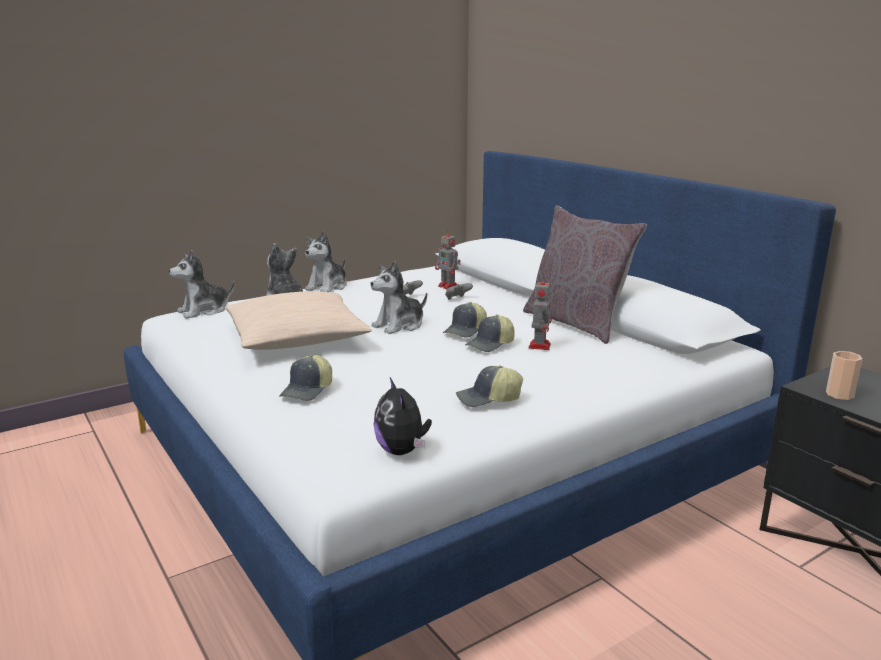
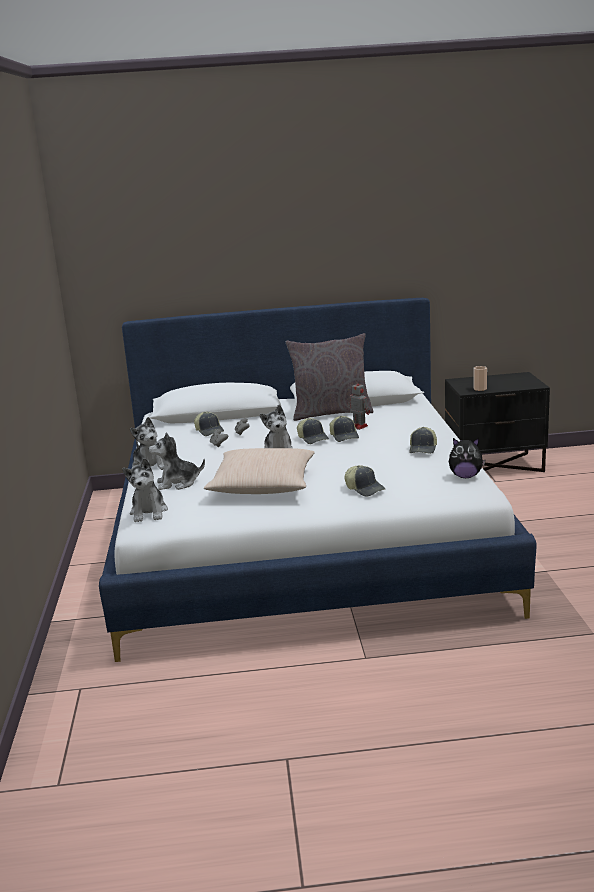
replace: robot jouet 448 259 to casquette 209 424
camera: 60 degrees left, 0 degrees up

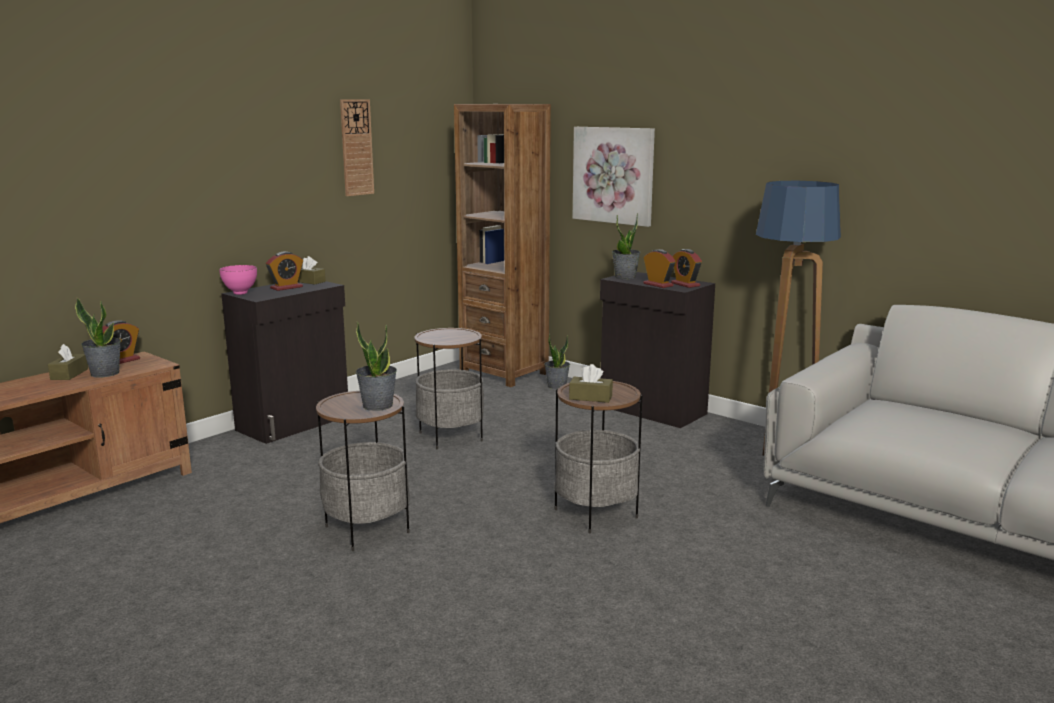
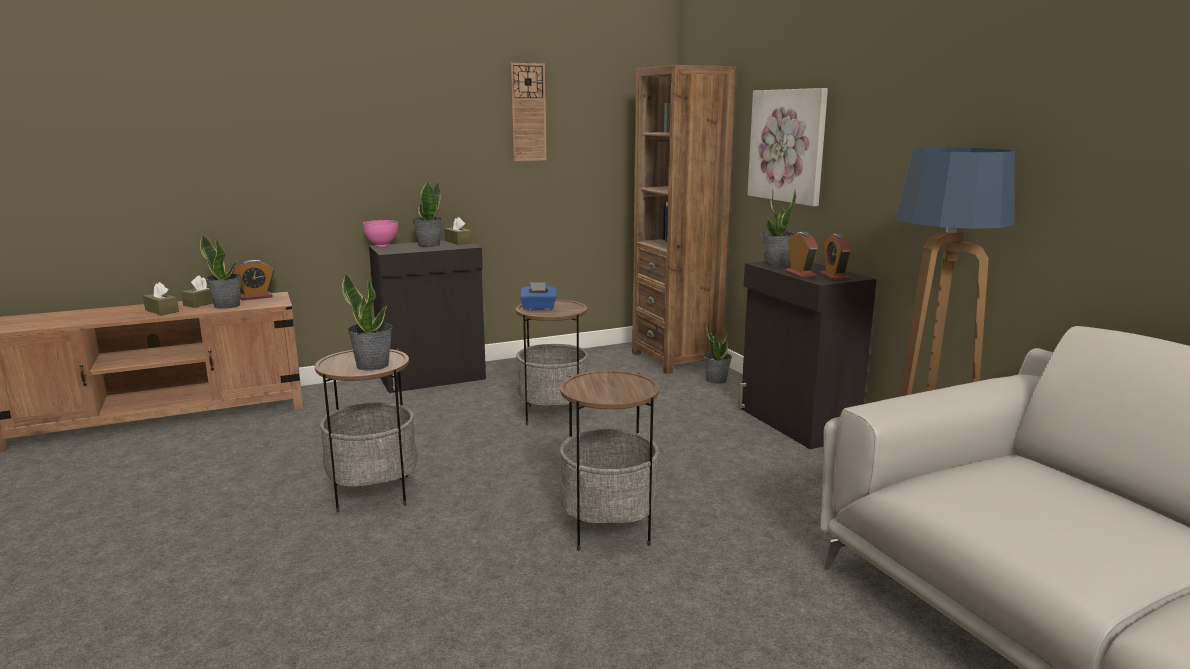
insert: boîte à mouchoirs [bleu] 538 296
move: boîte à mouchoirs [marron] 591 383 to 161 298
replace: réveil 284 271 to plante en pot 427 214
camera: 25 degrees right, 0 degrees up

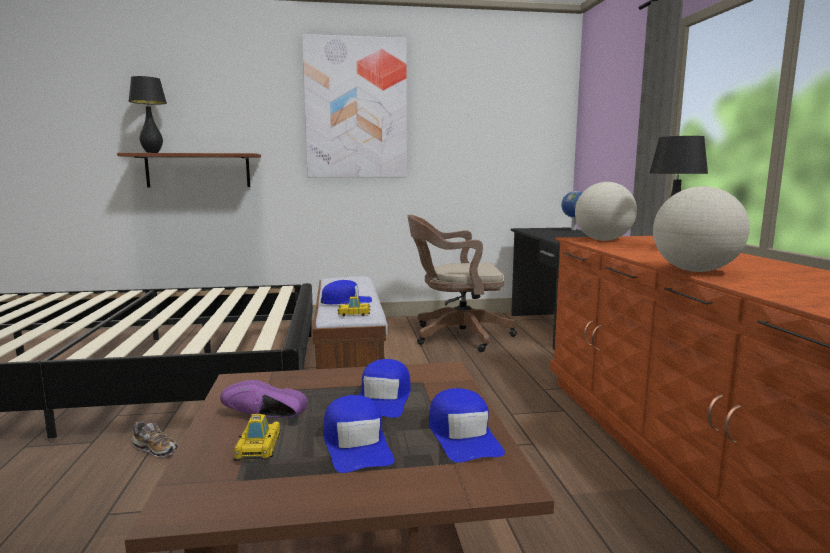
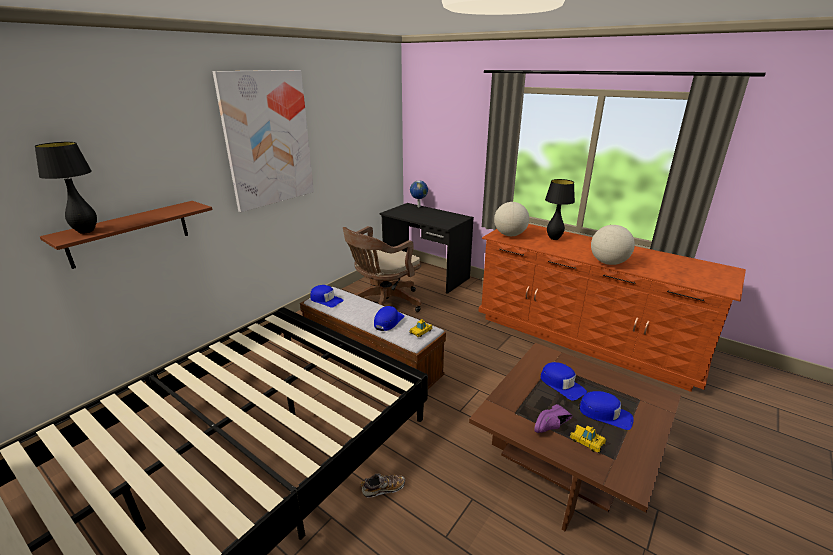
move: casquette [bleu] 467 425 to 327 296
camera: 45 degrees left, 15 degrees up

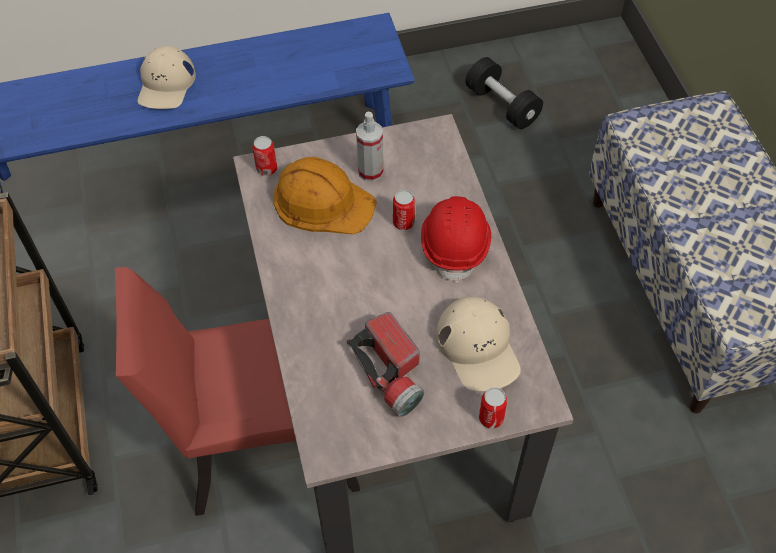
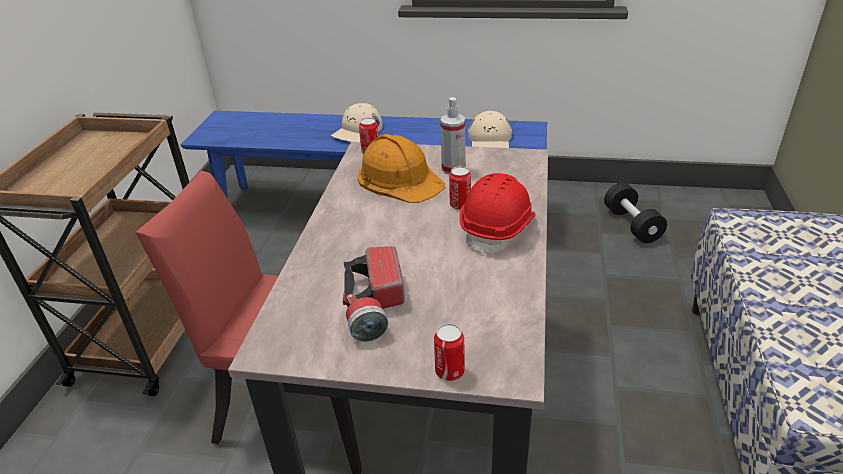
move: casquette [beige] 478 344 to 490 129
camera: 25 degrees right, 20 degrees down

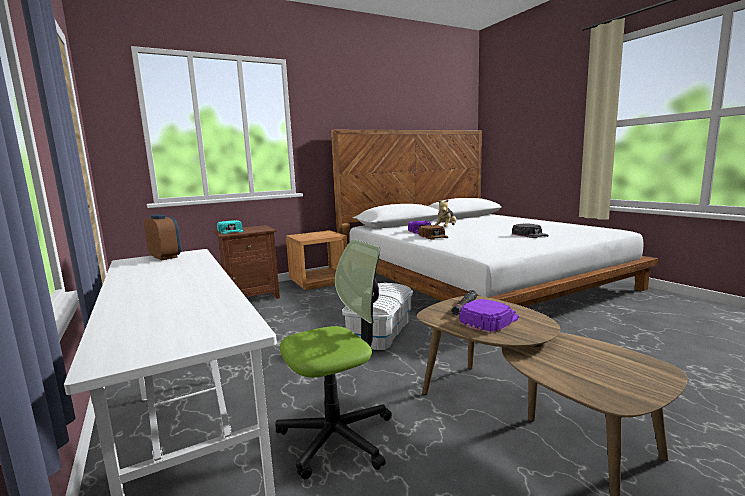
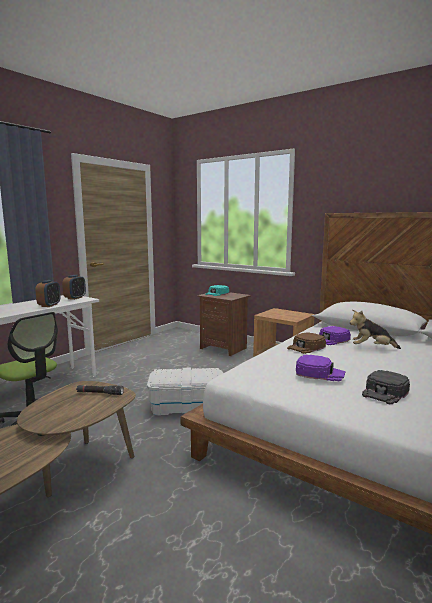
insert: réveil 48 293
move: casquette [violet] 489 316 to 320 368
camera: 65 degrees right, 0 degrees up

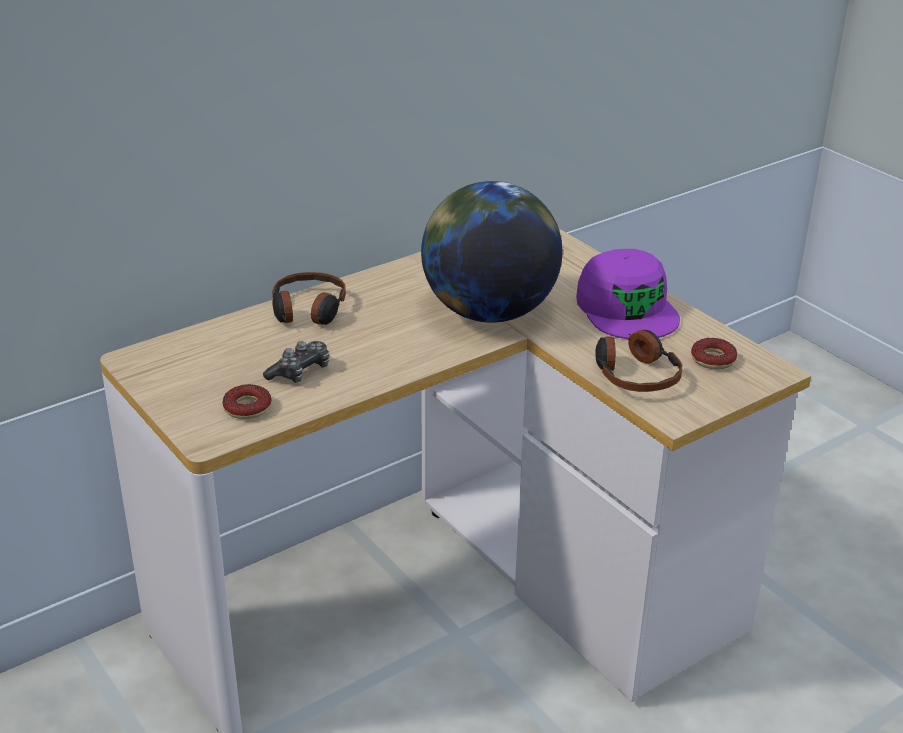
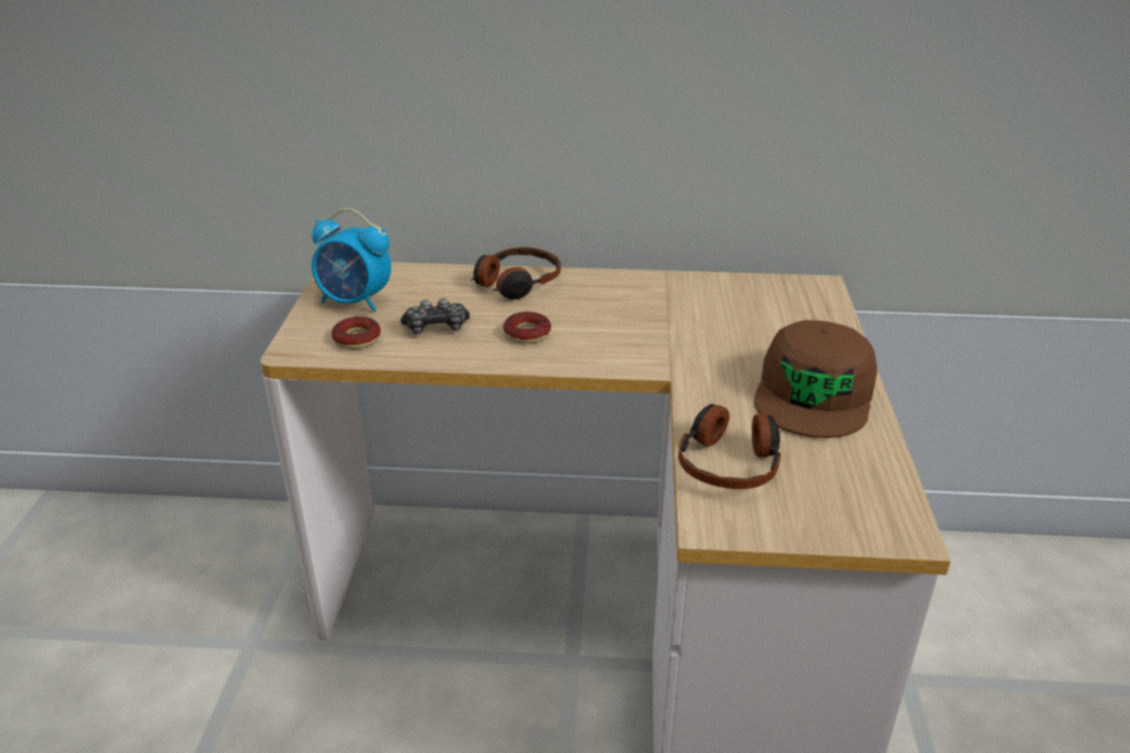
delete: globe 491 252
insert: réveil 351 260
move: beignet 714 353 to 527 328
recolor: casquette [violet] 628 294 to casquette [marron] 815 379
camera: 40 degrees right, 0 degrees up

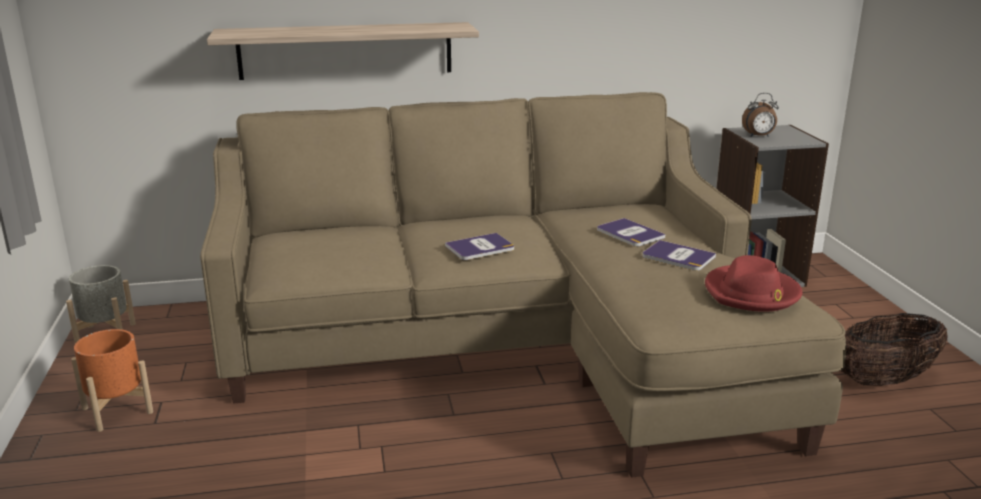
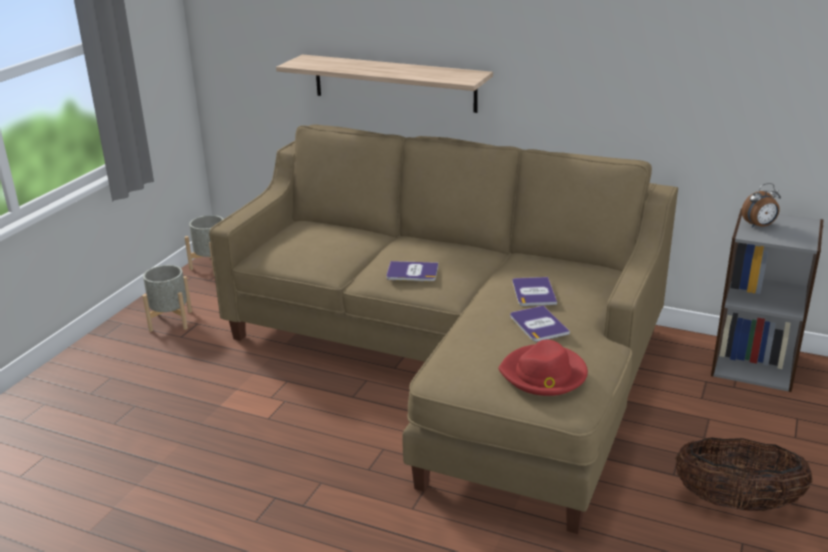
recolor: cache-pot [orange] 112 380 to cache-pot [gris] 167 298
rotate: réveil 760 115 = 761 205 45 degrees counterclockwise
camera: 35 degrees right, 5 degrees up

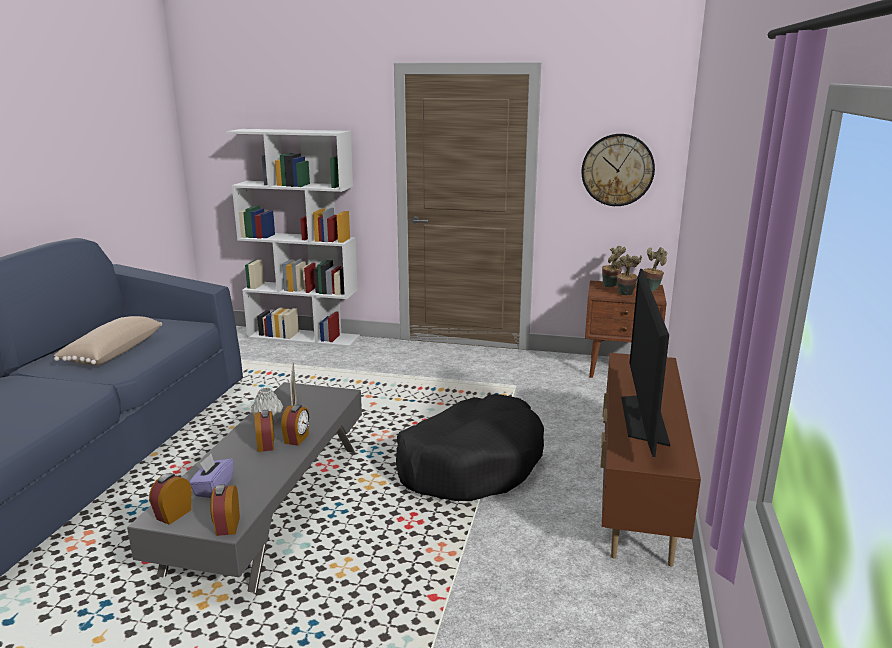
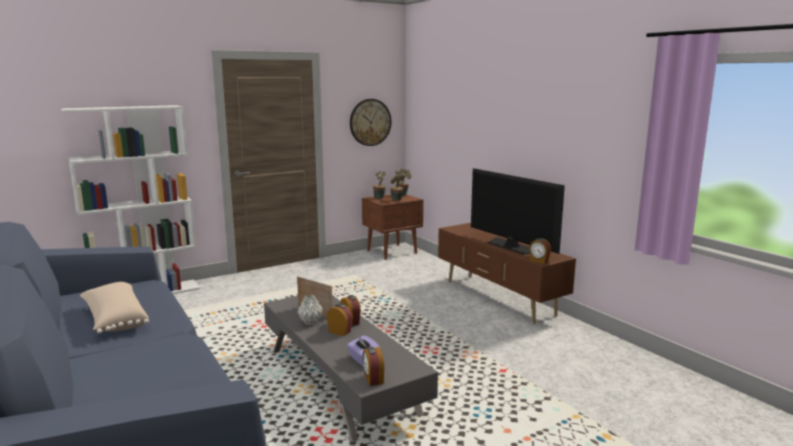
delete: panier pour chien [noir] 470 447
move: réveil 225 510 to 540 251
camera: 45 degrees left, 5 degrees down

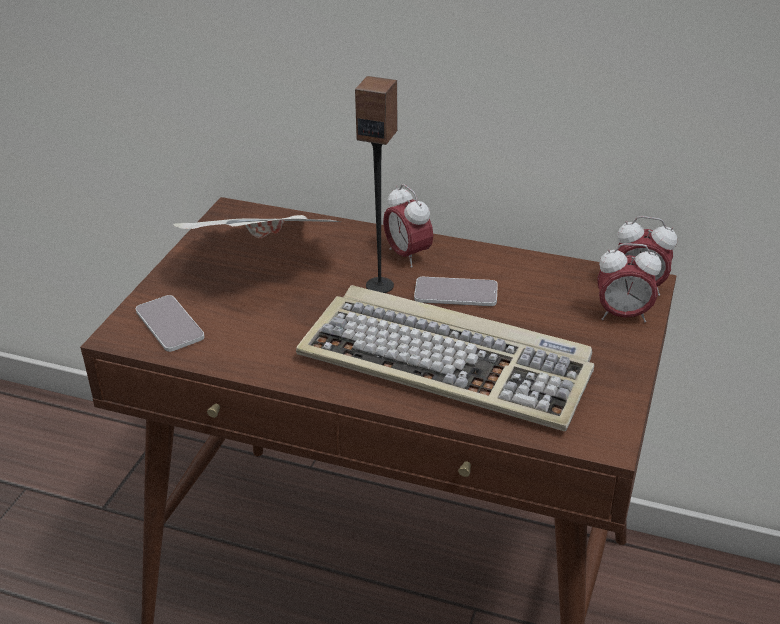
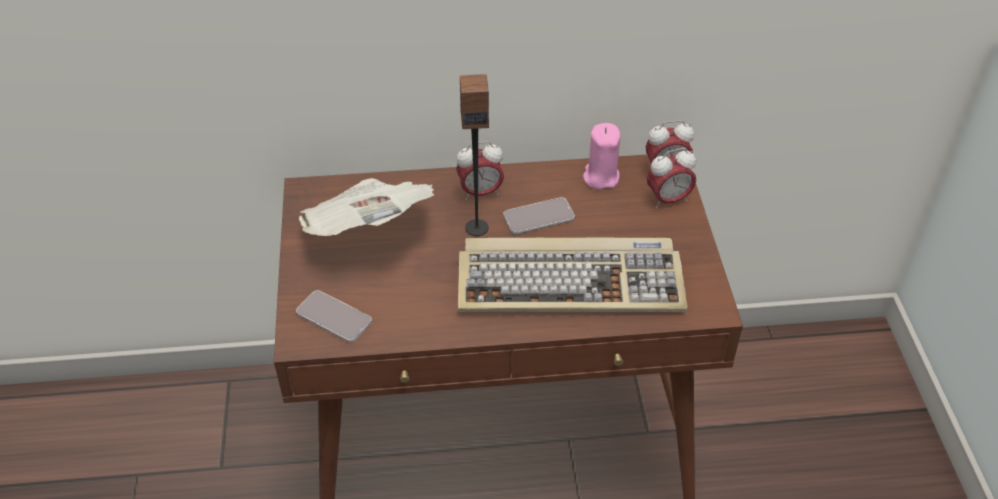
insert: bougie [rose] 602 156
rotate: réveil 408 226 = 480 170 45 degrees counterclockwise
camera: 25 degrees left, 10 degrees up

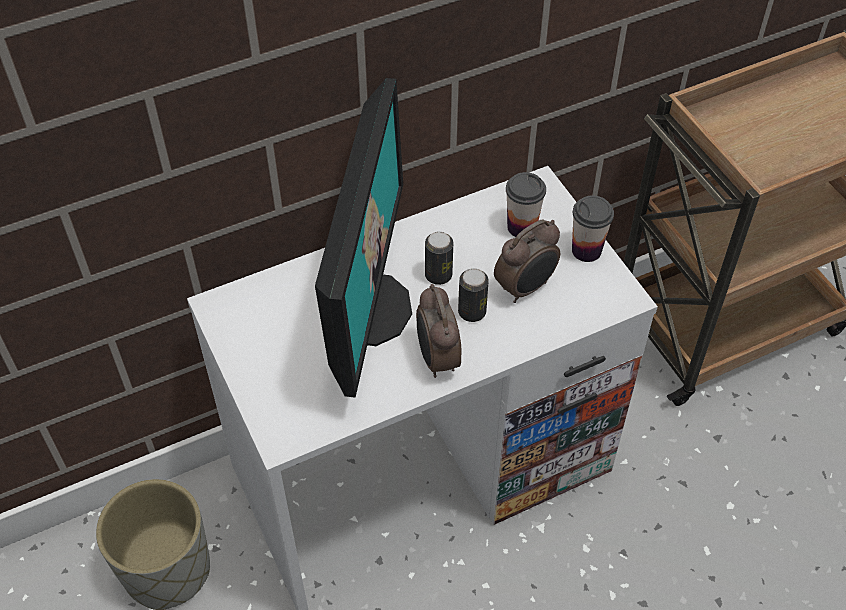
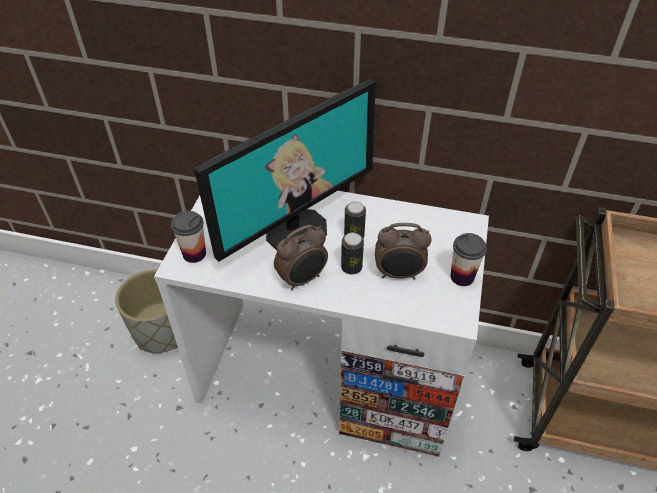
move: tasse 526 204 to 188 237
rotate: réveil 439 331 = 301 258 150 degrees counterclockwise
camera: 40 degrees right, 5 degrees down

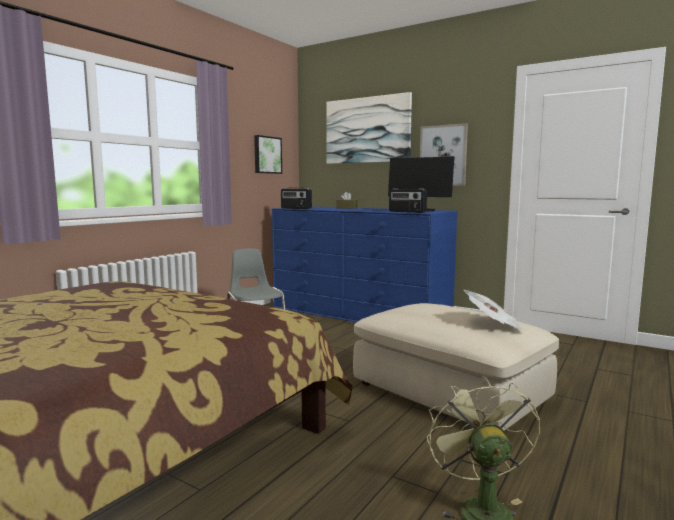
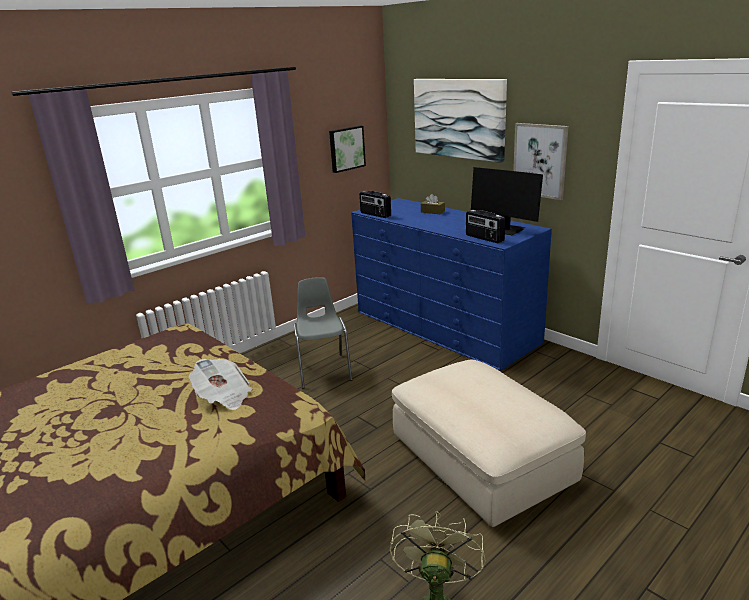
move: journal 494 310 to 220 384
camera: 15 degrees right, 15 degrees up

